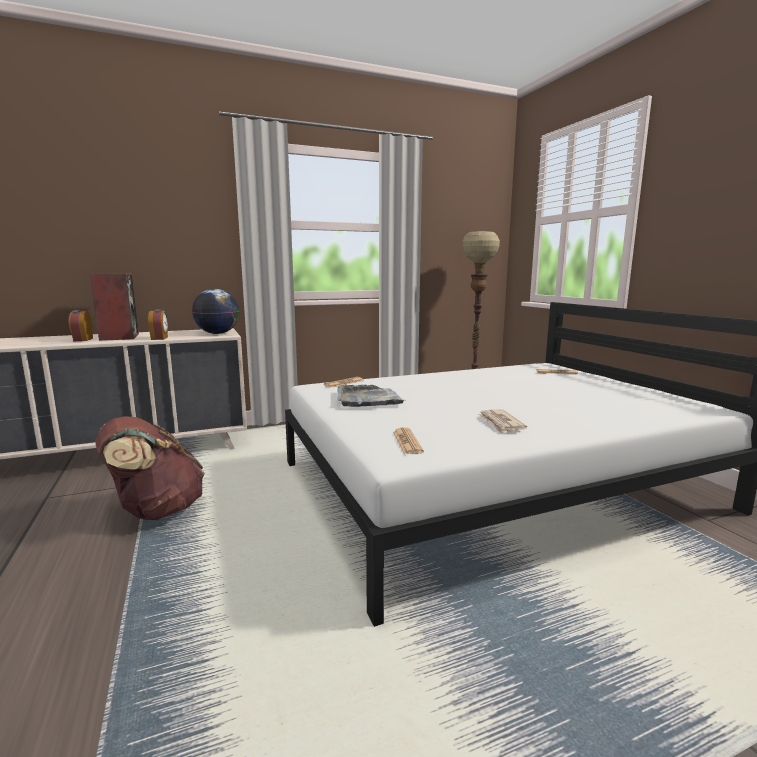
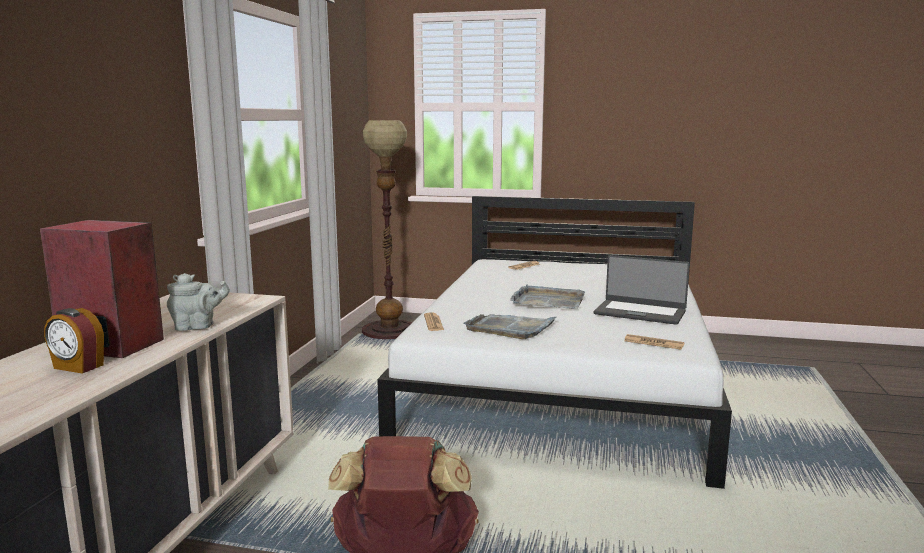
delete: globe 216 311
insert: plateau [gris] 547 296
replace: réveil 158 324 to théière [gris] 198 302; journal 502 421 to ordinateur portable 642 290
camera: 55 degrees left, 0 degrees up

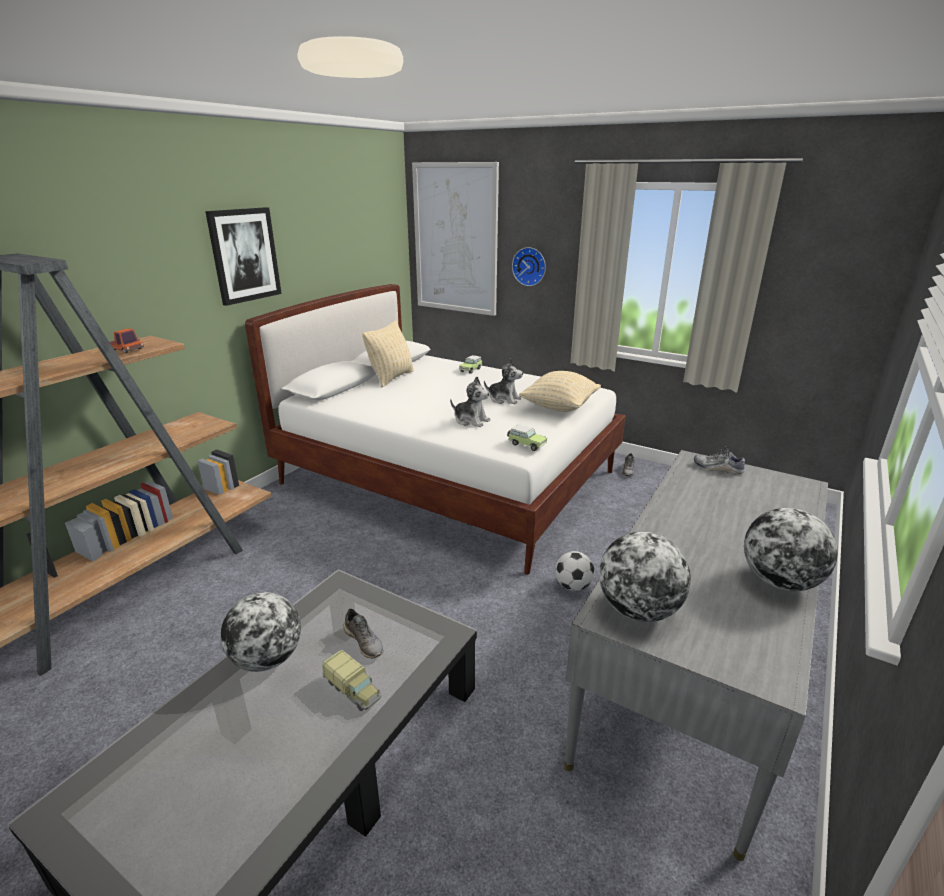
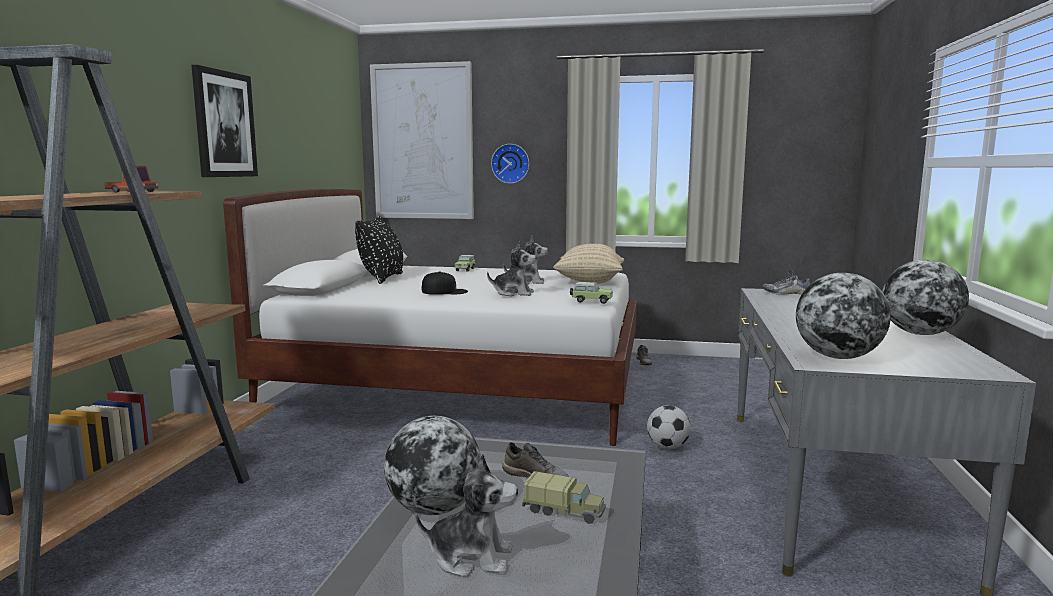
insert: peluche 466 515; casquette [noir] 445 283
recolor: coussin [beige] 388 354 to coussin [noir] 379 250
camera: 20 degrees left, 15 degrees down

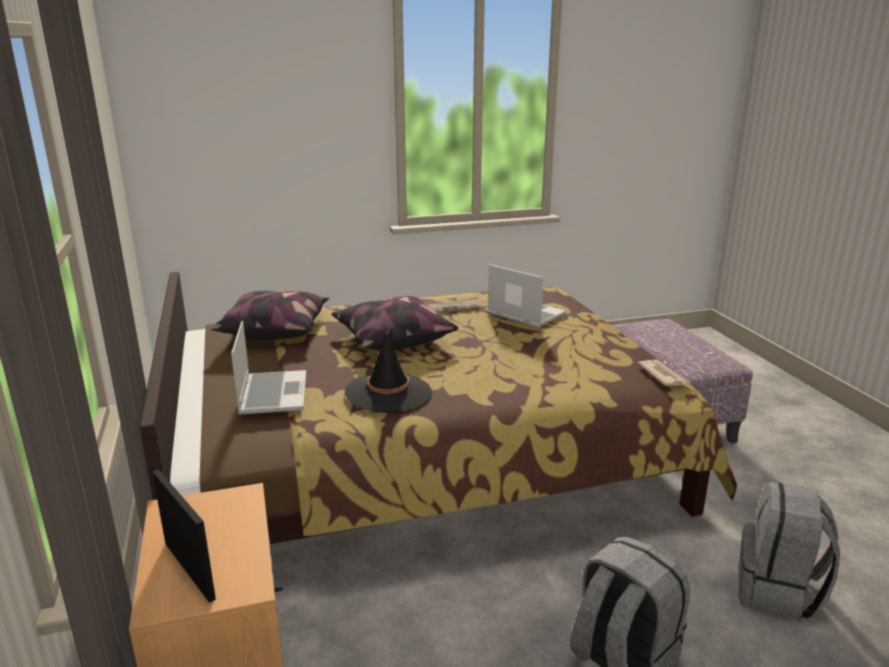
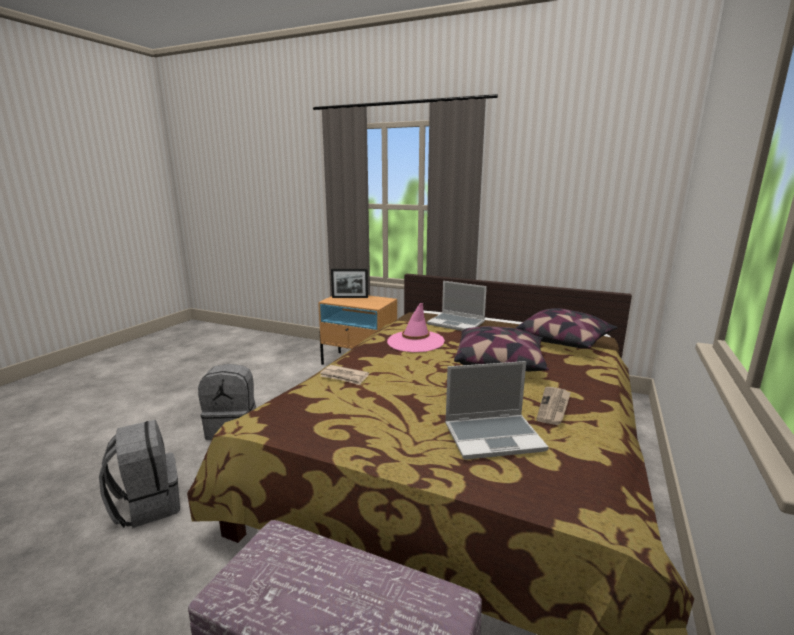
move: journal 663 373 to 344 375
recolor: chapeau [noir] 388 370 to chapeau [rose] 416 327
camera: 130 degrees right, 5 degrees down

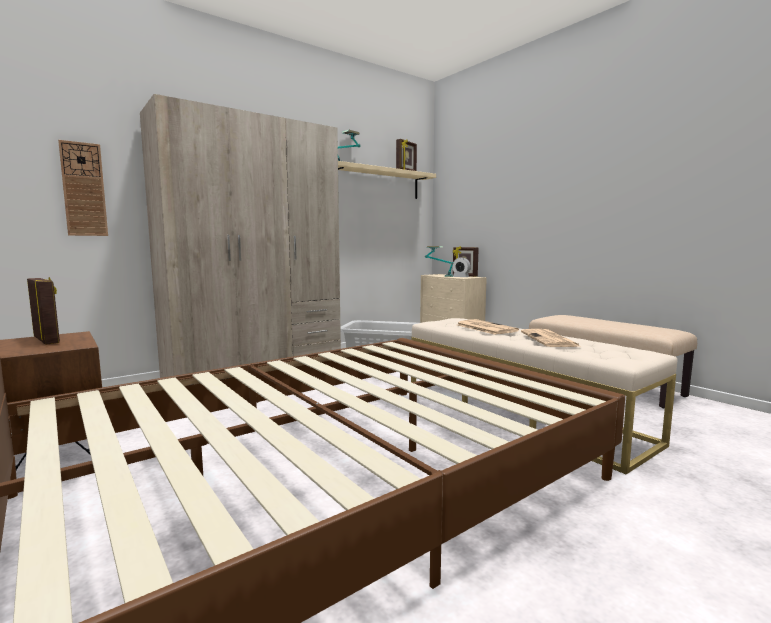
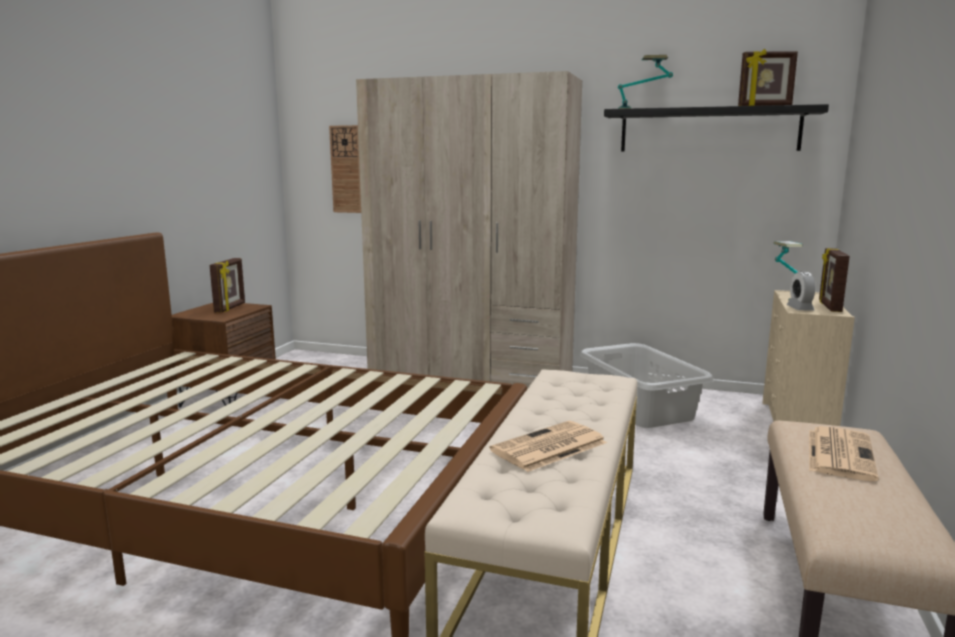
move: journal 488 327 to 843 453
recolor: étagère [beige] 387 180 to étagère [noir] 716 127
camera: 55 degrees right, 5 degrees up

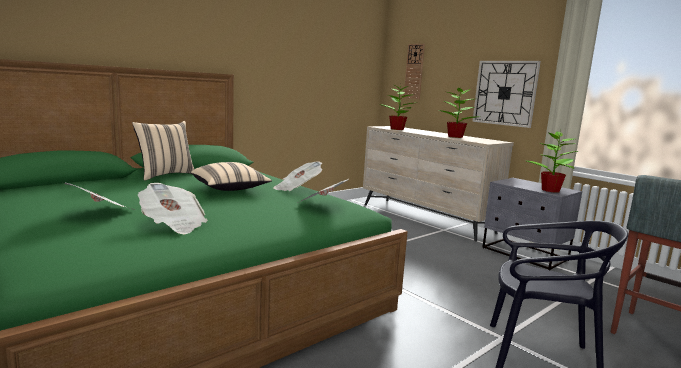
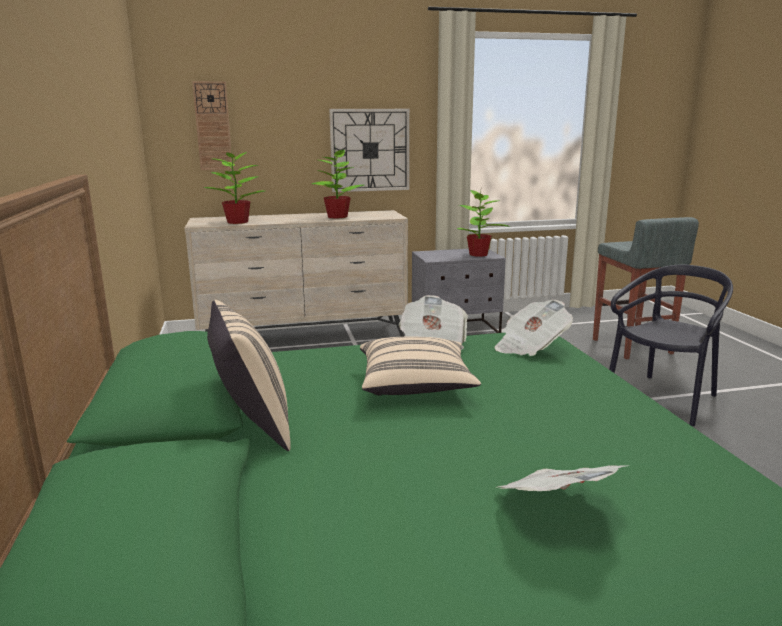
delete: journal 173 209
camera: 60 degrees left, 5 degrees up

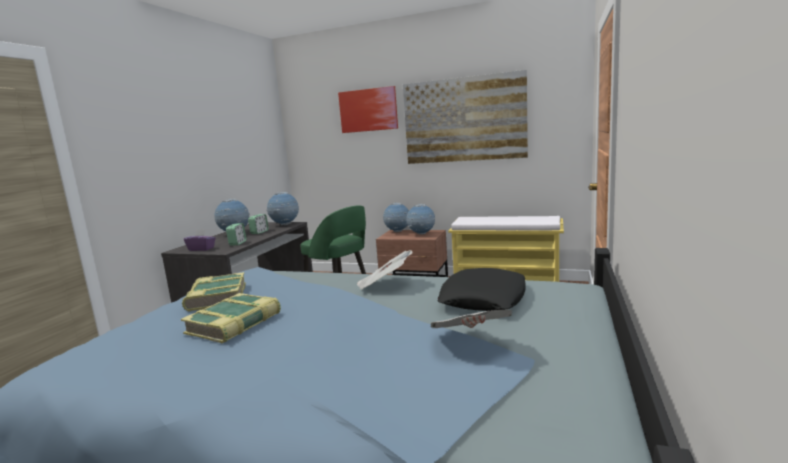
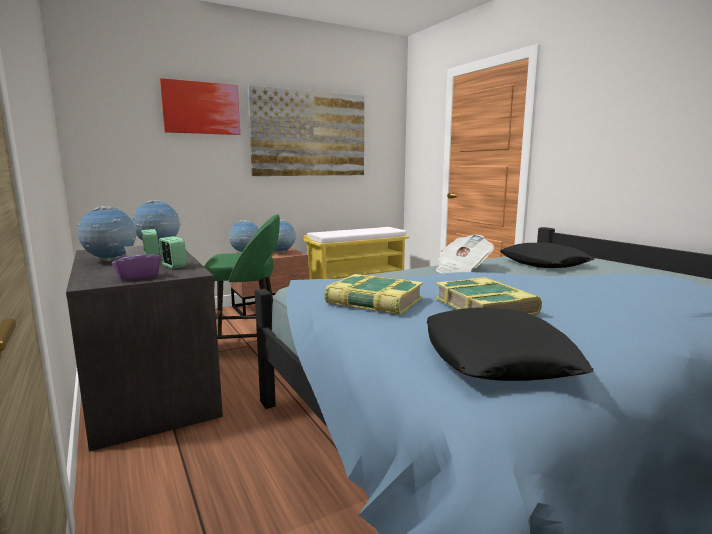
delete: journal 471 319
insert: coussin [noir] 510 344
camera: 50 degrees left, 0 degrees up

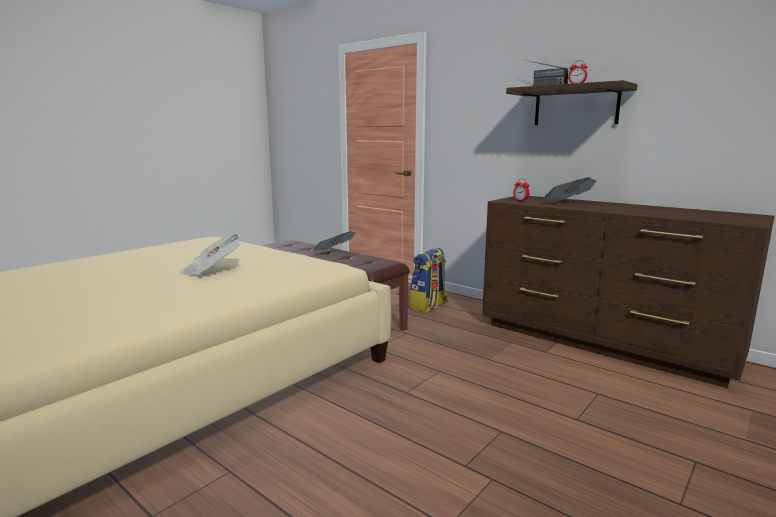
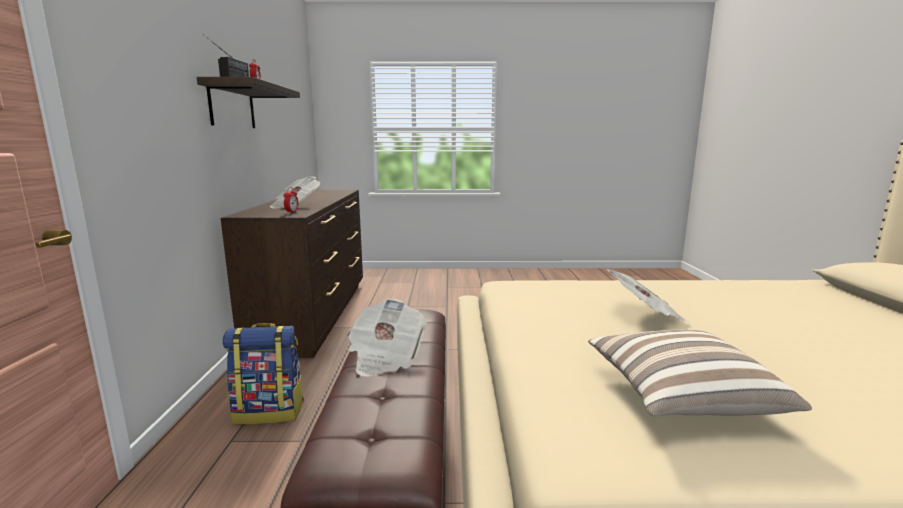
insert: coussin 700 372
camera: 130 degrees left, 0 degrees up

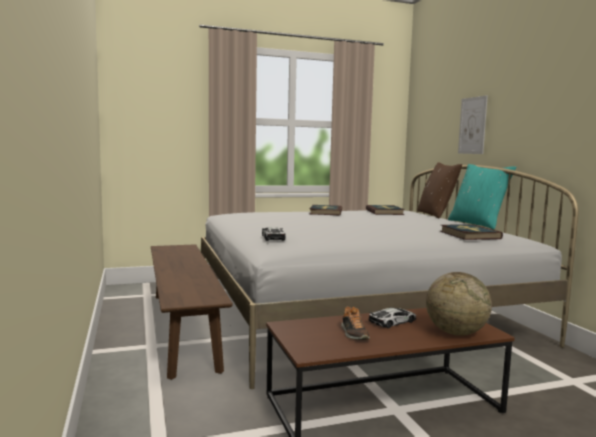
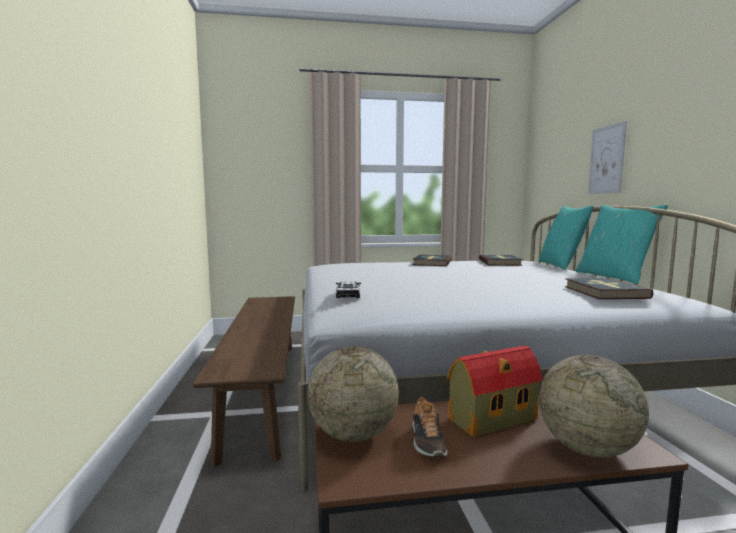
insert: globe 353 394
replace: petite voiture 392 317 to maison miniature 495 391
recolor: coussin [marron] 439 190 to coussin [turquoise] 566 238
camera: 10 degrees right, 0 degrees up

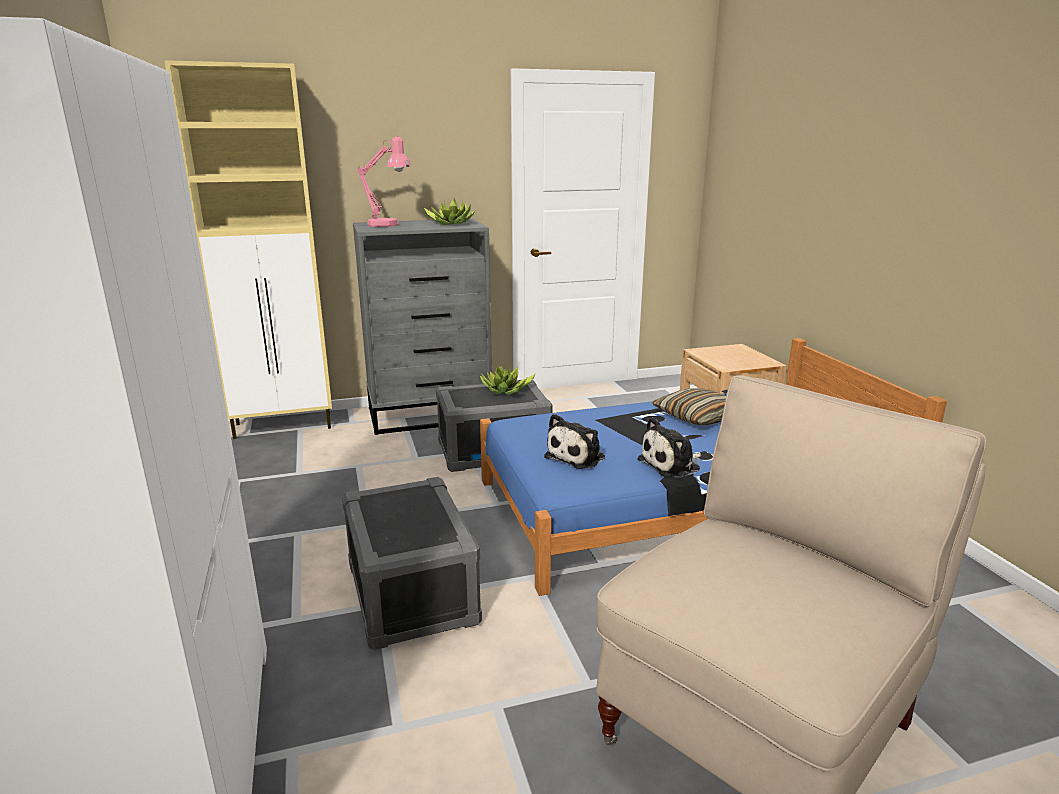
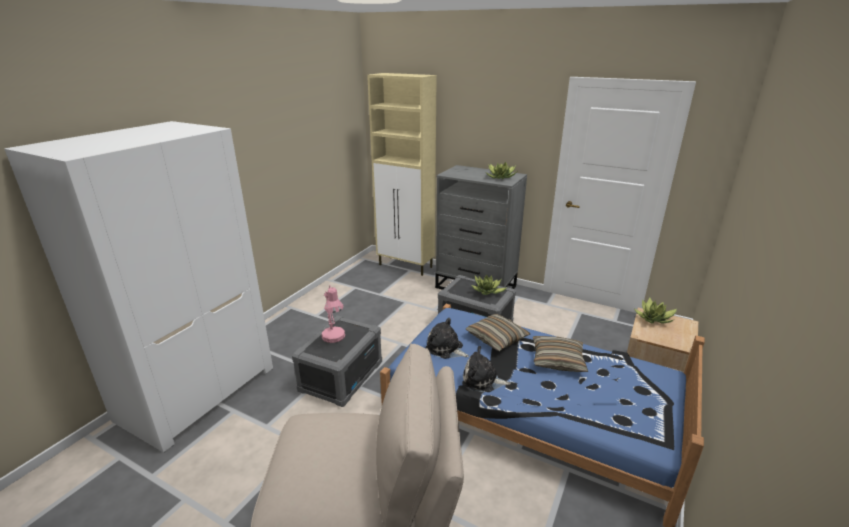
insert: coussin 498 332; plante en pot 655 310
move: lampe de table [rose] 384 181 to 333 314
rotate: peluche 574 441 = 447 338 45 degrees clockwise
camera: 45 degrees right, 5 degrees up

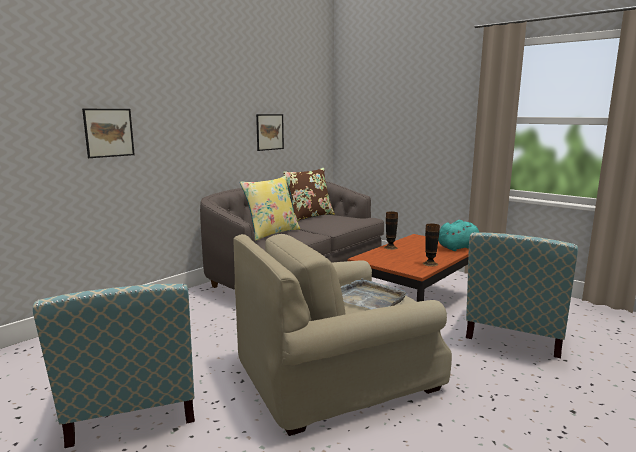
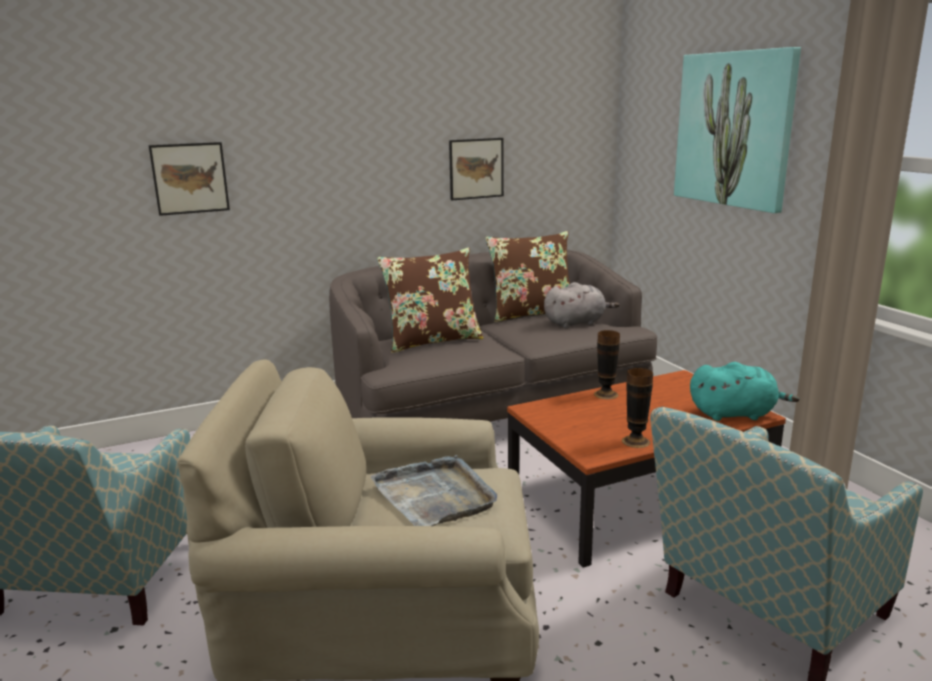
insert: peluche [gris] 582 305; tableau 737 130
recolor: coussin [jaune] 270 208 to coussin [marron] 430 300
camera: 25 degrees right, 5 degrees up

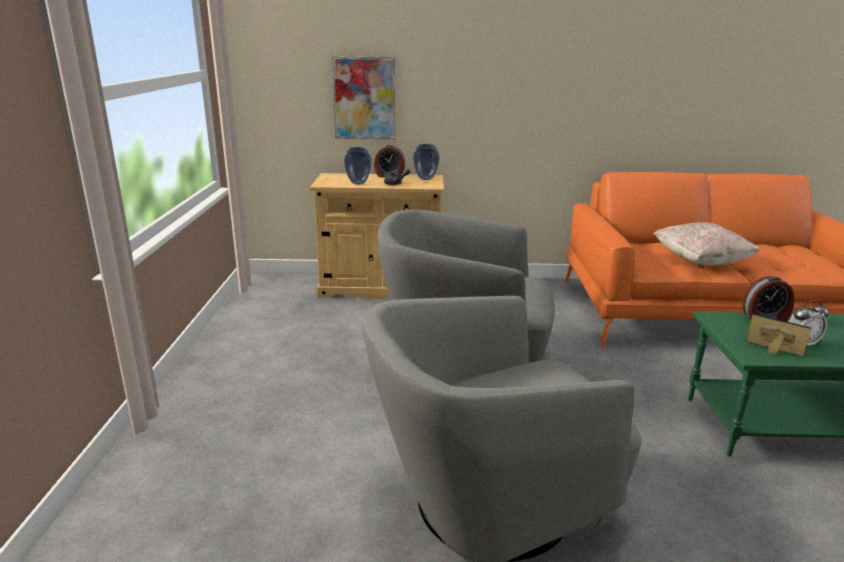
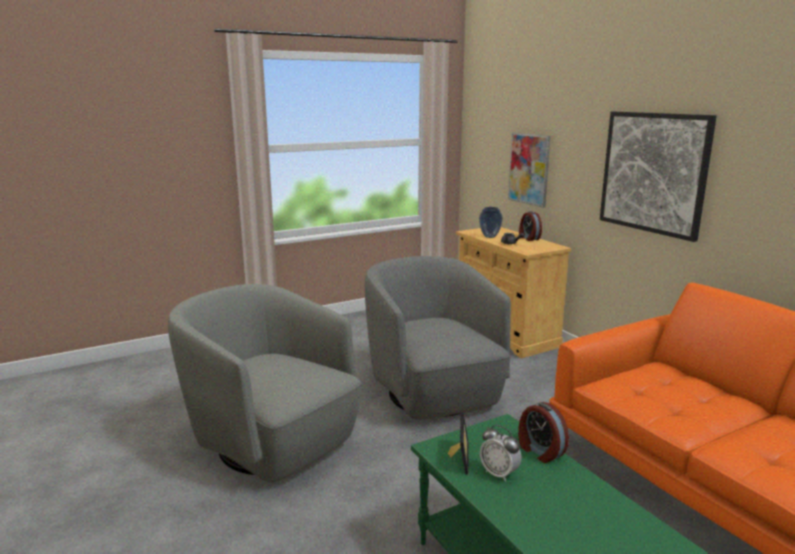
delete: vase 426 162; coussin [beige] 707 243
insert: tableau 658 177
camera: 60 degrees right, 5 degrees down

